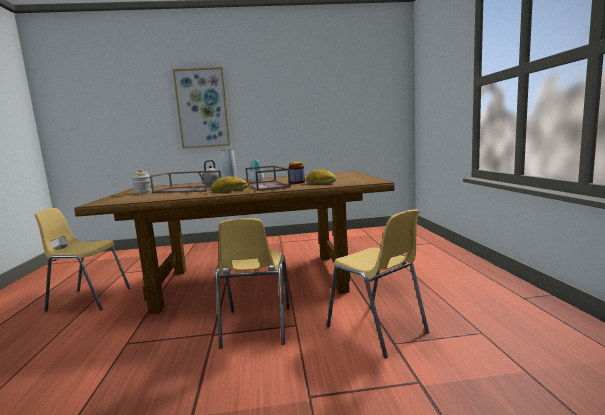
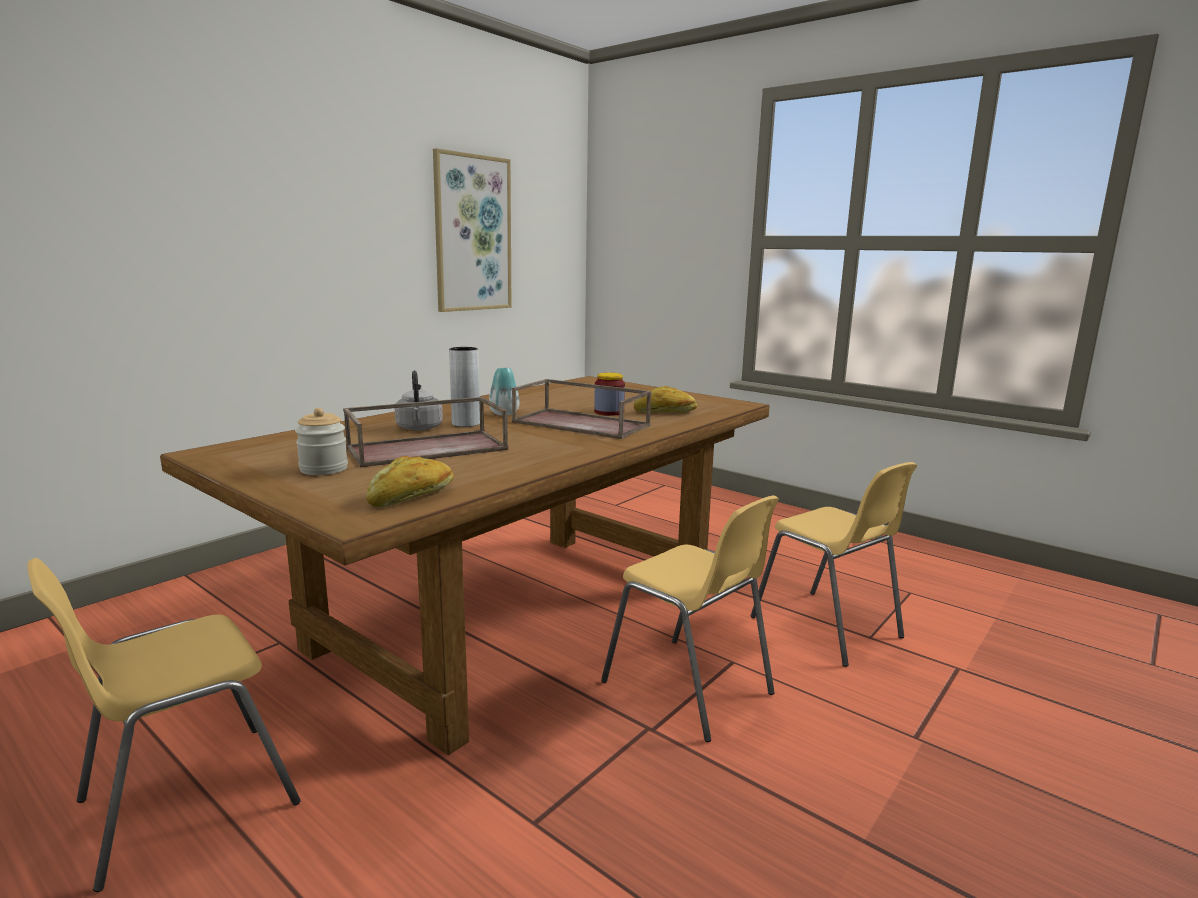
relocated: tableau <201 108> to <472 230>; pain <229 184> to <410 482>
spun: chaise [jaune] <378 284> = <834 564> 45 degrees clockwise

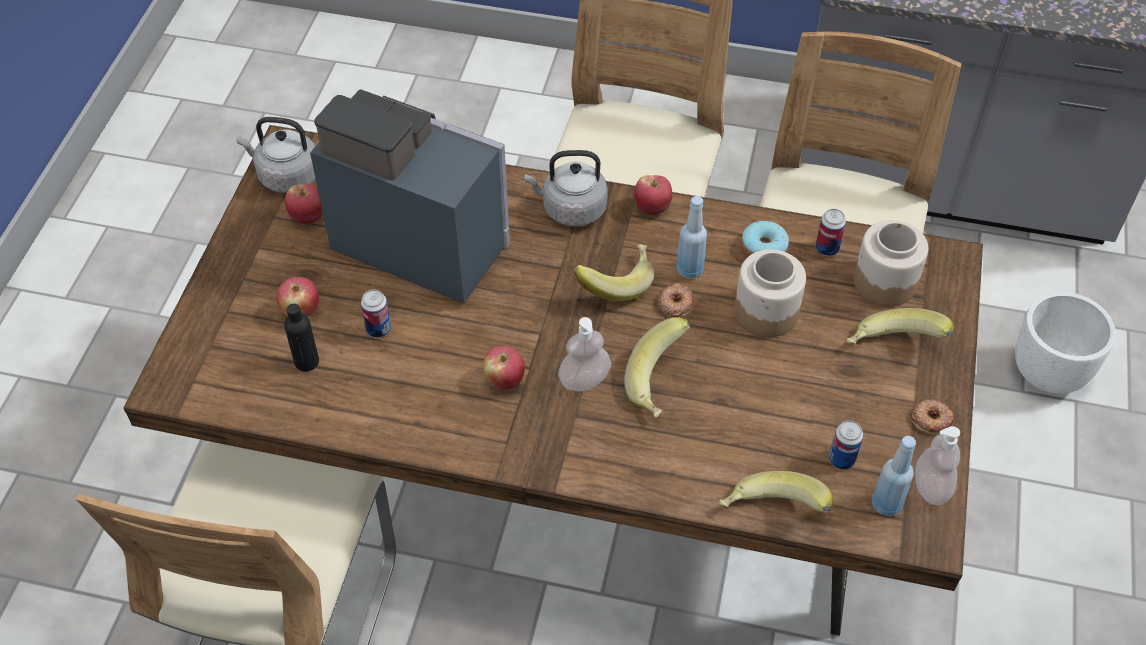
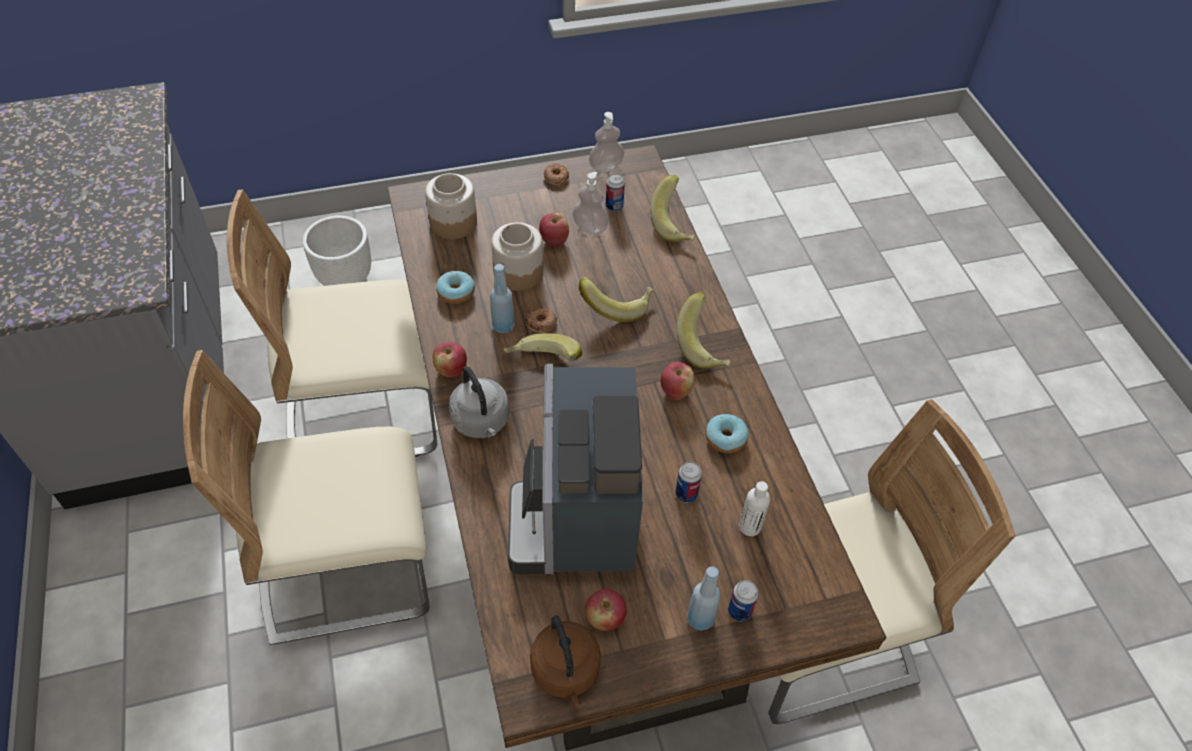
appeared: beignet <727 433>
relocated: boîte métallique <831 232> to <743 601>; pomme <297 297> to <554 229>; banane <901 326> to <703 331>; distributeur de savon <584 354> to <590 203>; bouteille [bleu] <894 476> to <704 598>
colour: bouilloire [gris] <275 155> to bouilloire [marron] <565 661>; bouteille [noir] <301 337> to bouteille [blanc] <754 508>

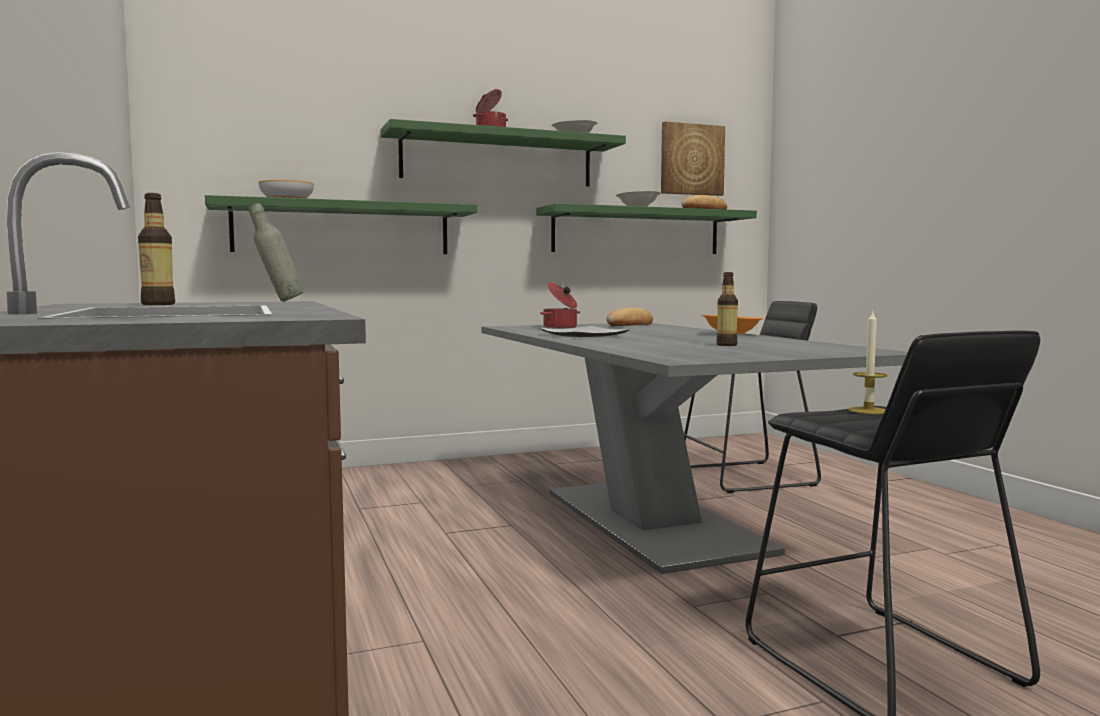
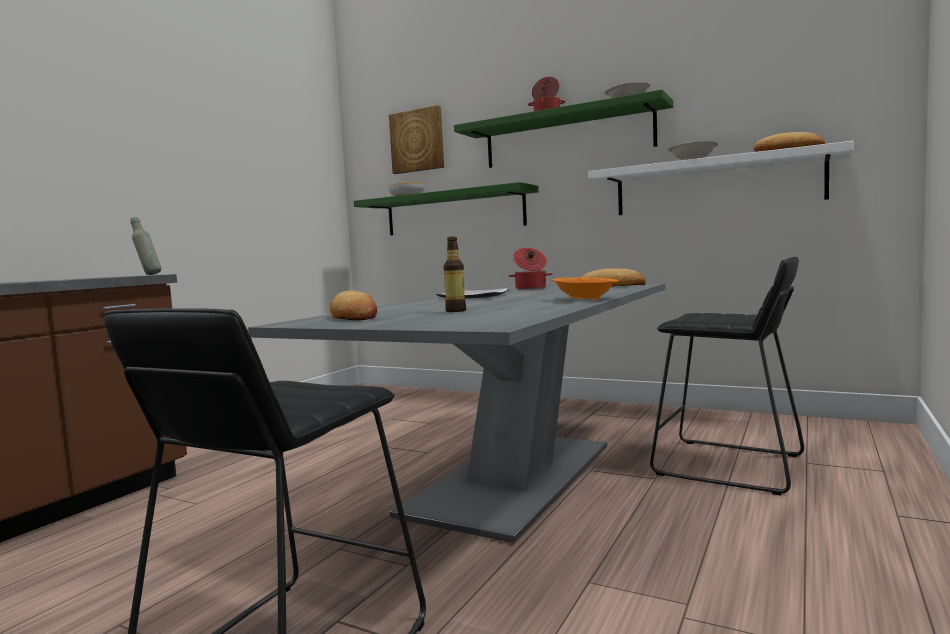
missing: bouteille <156 249>; bougie <868 361>
appeared: pain <353 305>
relocated: tableau <693 158> to <416 139>
colour: étagère [vert] <646 228> to étagère [blanc] <721 178>

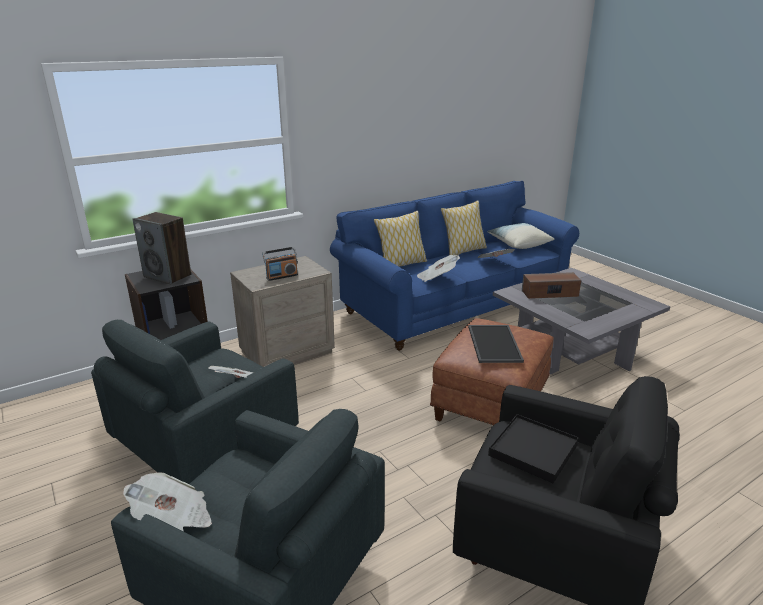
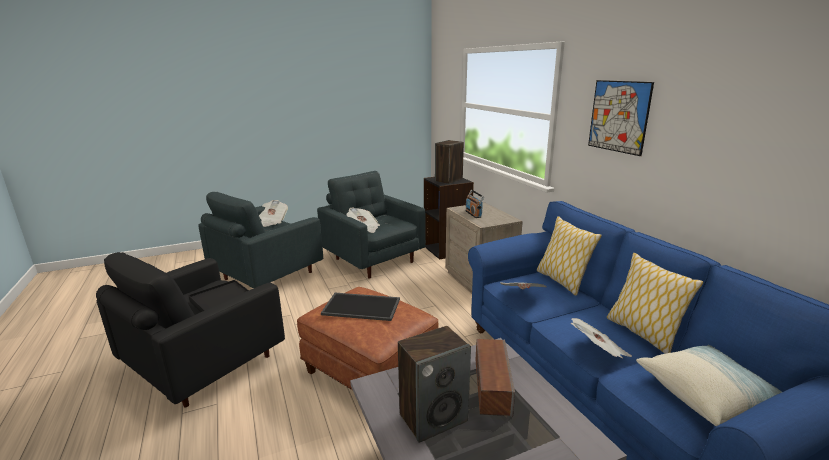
appeared: tableau <621 118>; enceinte <434 384>

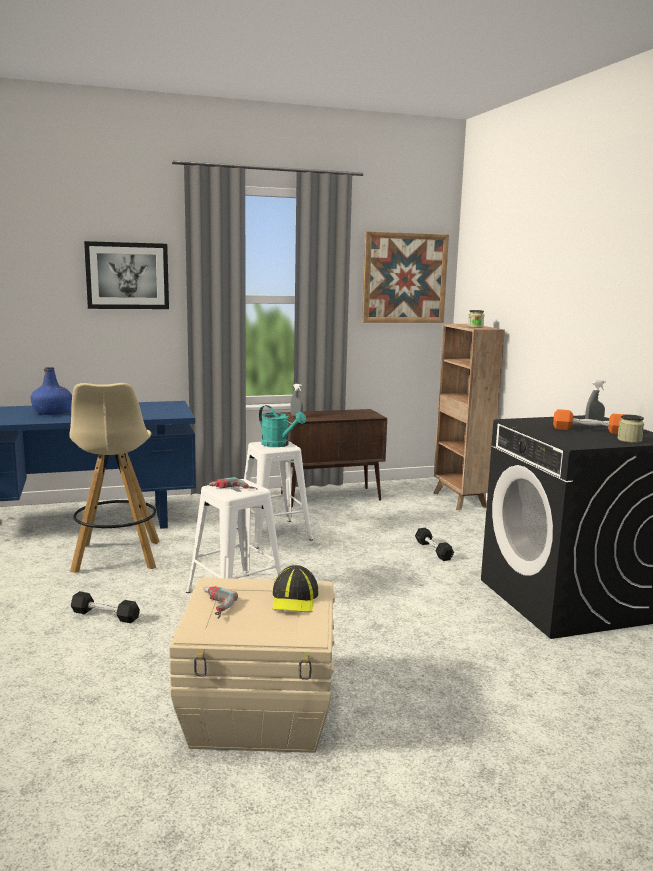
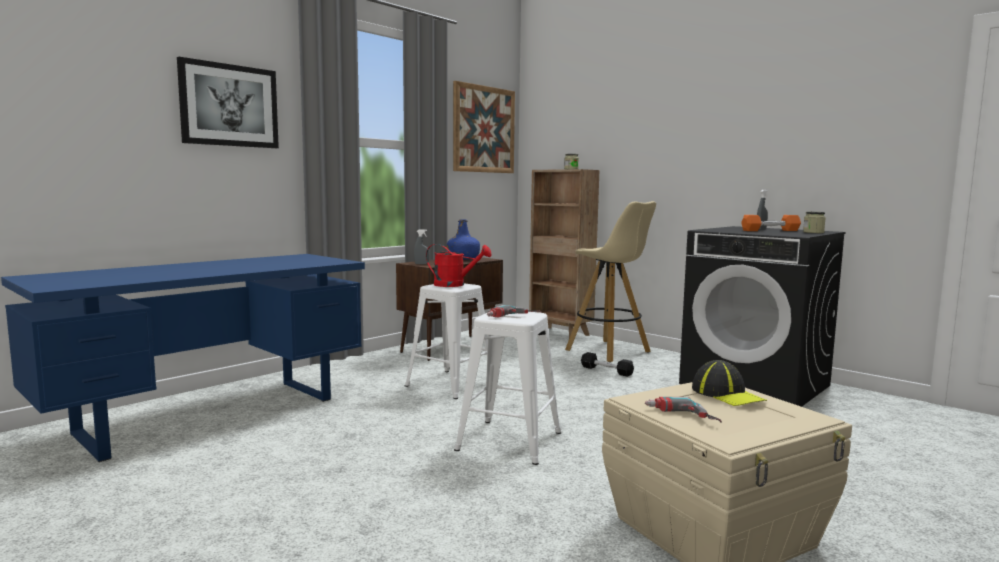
missing: haltère [noir] <105 607>
relocated: bouteille [bleu] <51 391> to <463 239>; tabouret [beige] <114 478> to <610 281>
colour: arrosoir [turquoise] <282 426> to arrosoir [rouge] <458 265>

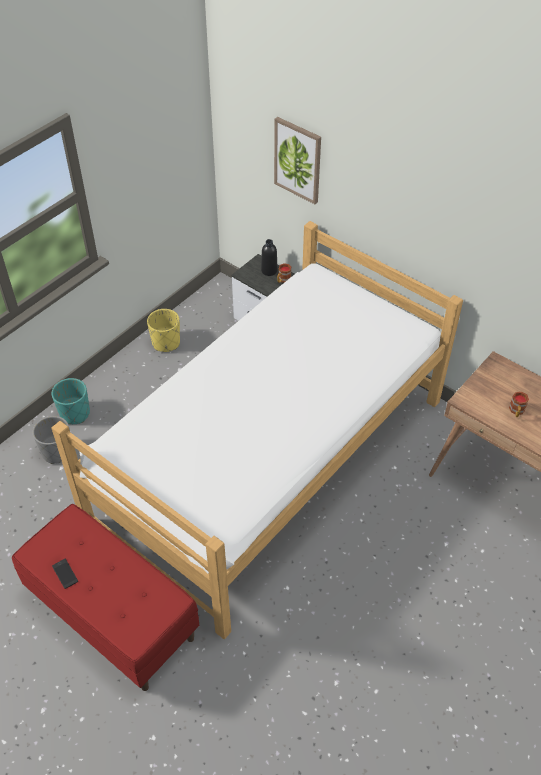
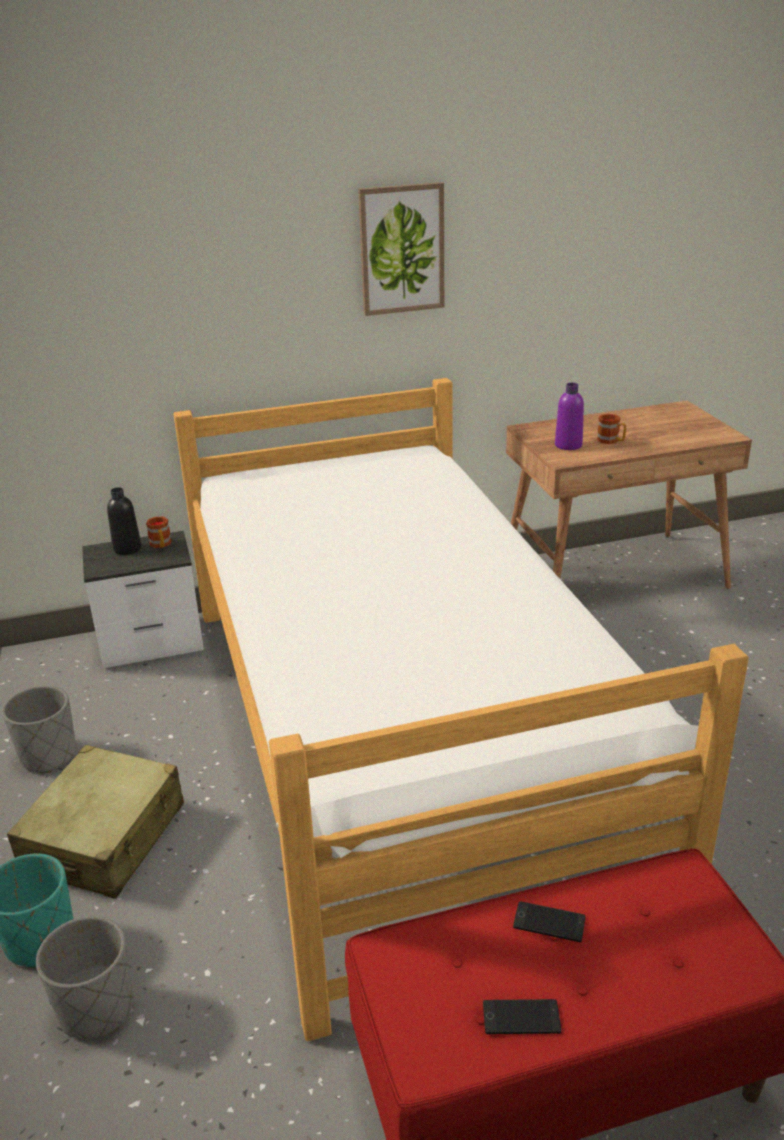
appeared: bouteille [violet] <569 416>; valise [beige] <95 821>; téléphone <549 921>
relocated: tableau <297 160> to <401 249>
colour: cache-pot [jaune] <163 330> to cache-pot [gris] <39 729>

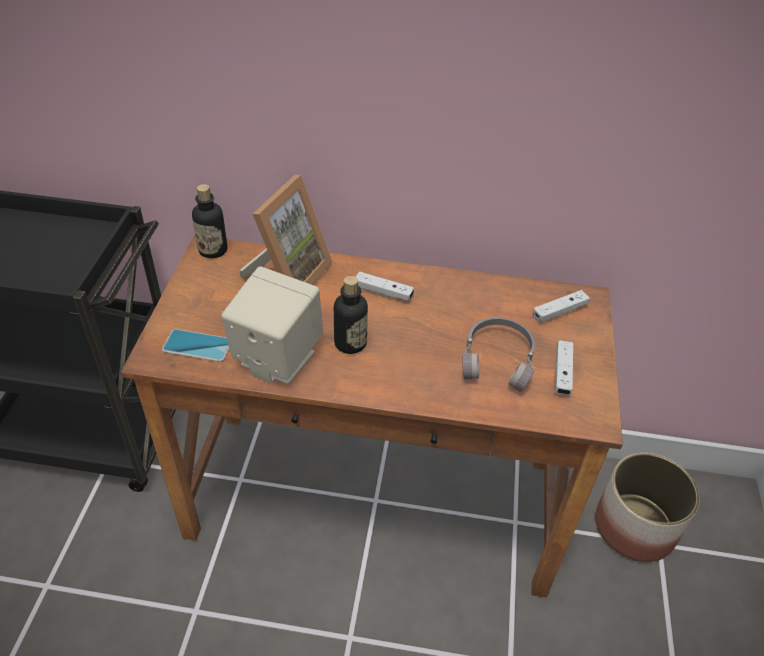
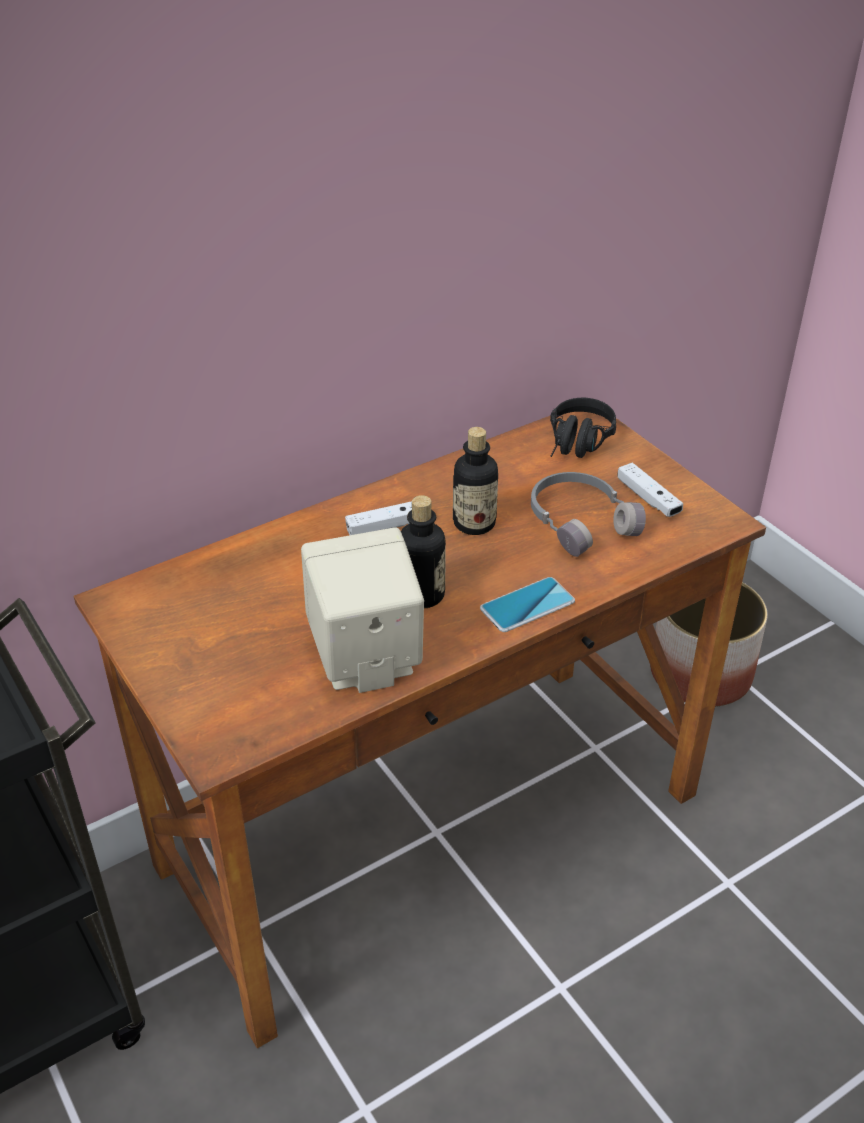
missing: cadre photo <286 230>
relocated: bouteille <209 221> to <475 481>; téléphone <195 345> to <527 604>
exchanged: manette [blanc] <561 306> to casque audio [noir] <583 428>

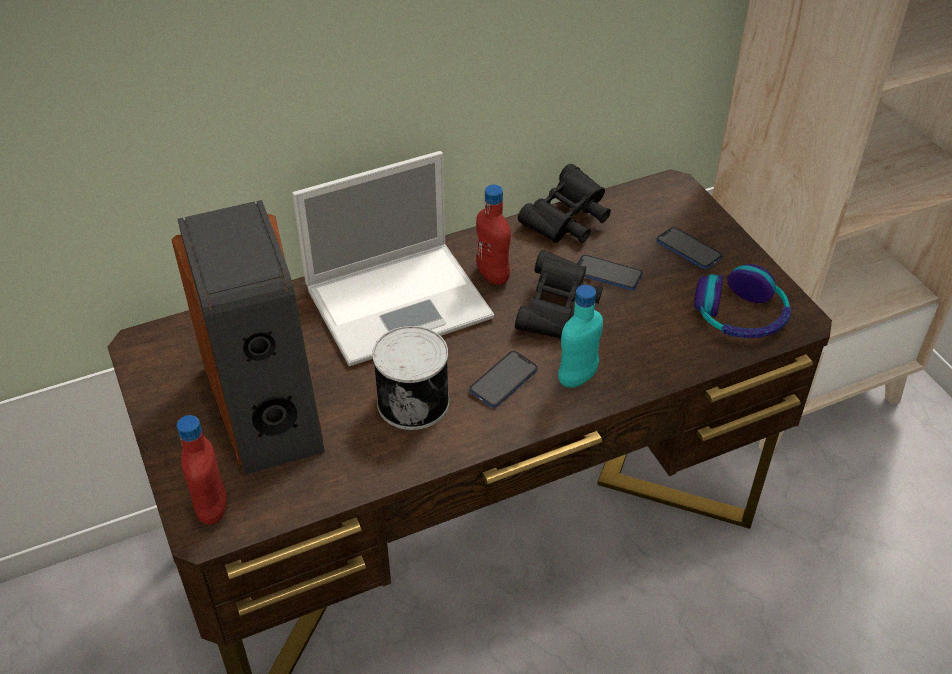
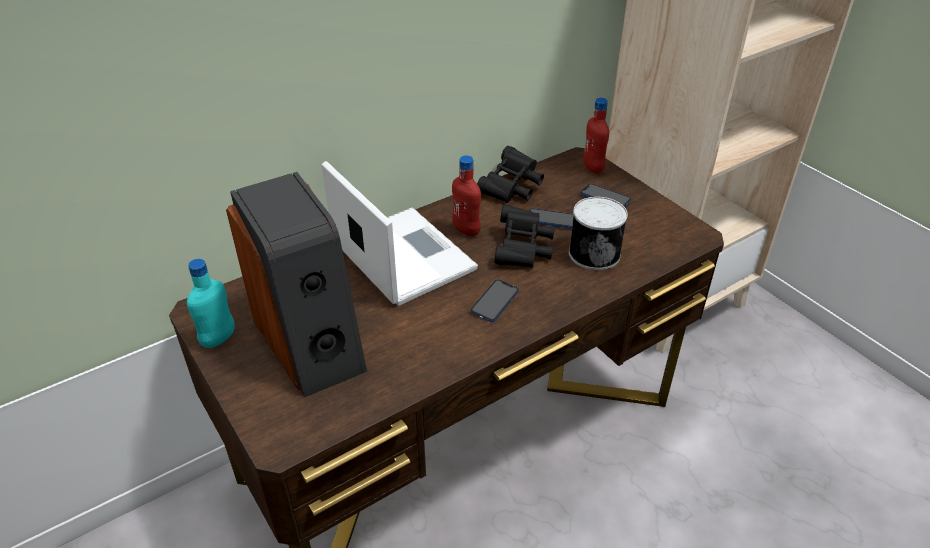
missing: casque audio <742 301>
relocated: bouteille [turquoise] <580 336> to <211 303>; boîte métallique <410 378> to <598 233>; bouteille [rouge] <202 470> to <596 136>
spun: ordinateur portable <393 258> = <400 233> 90 degrees counterclockwise

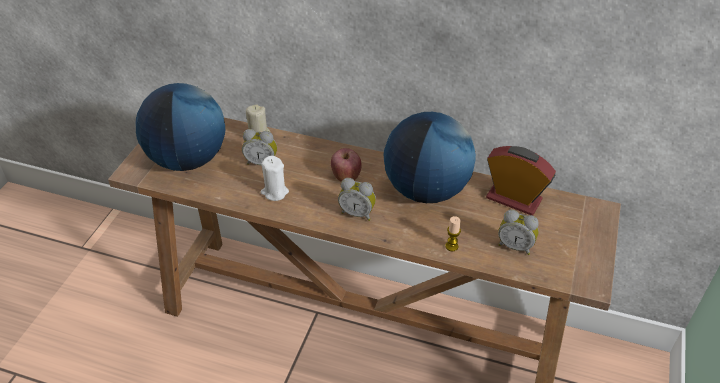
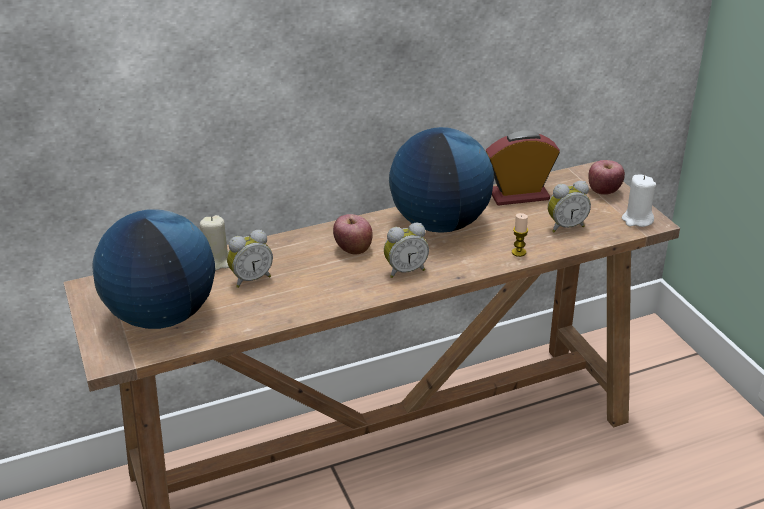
appeared: pomme <606 177>
relocated: bougie [blanc] <275 178> to <639 201>

